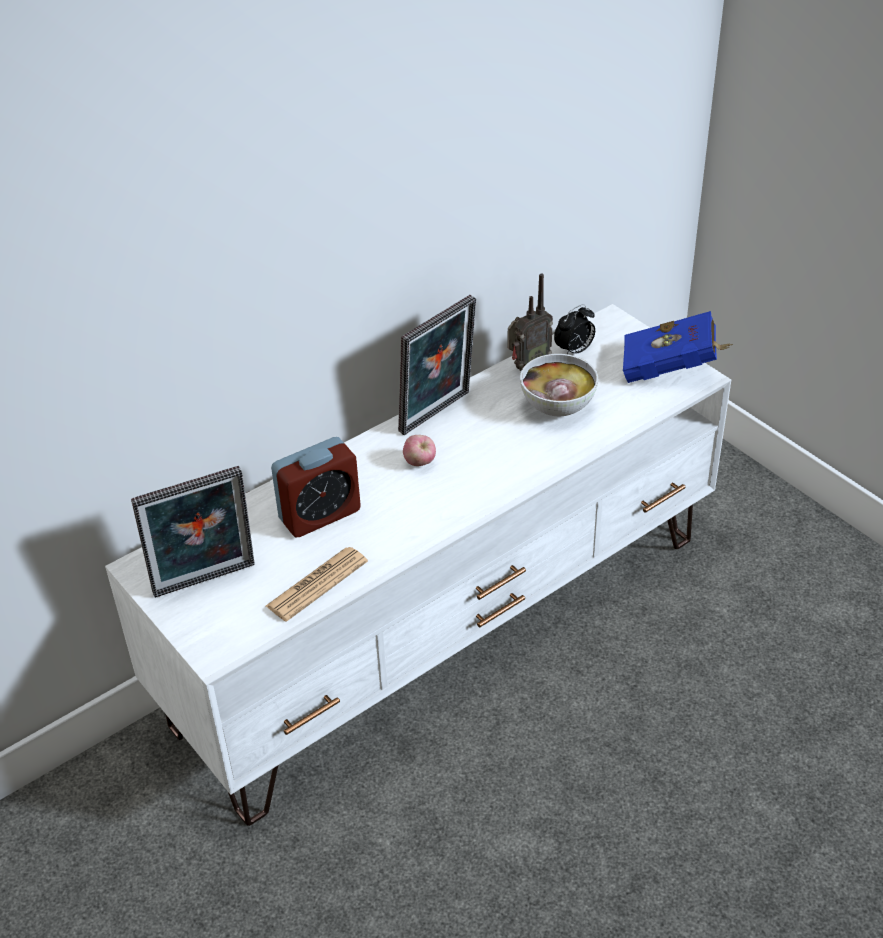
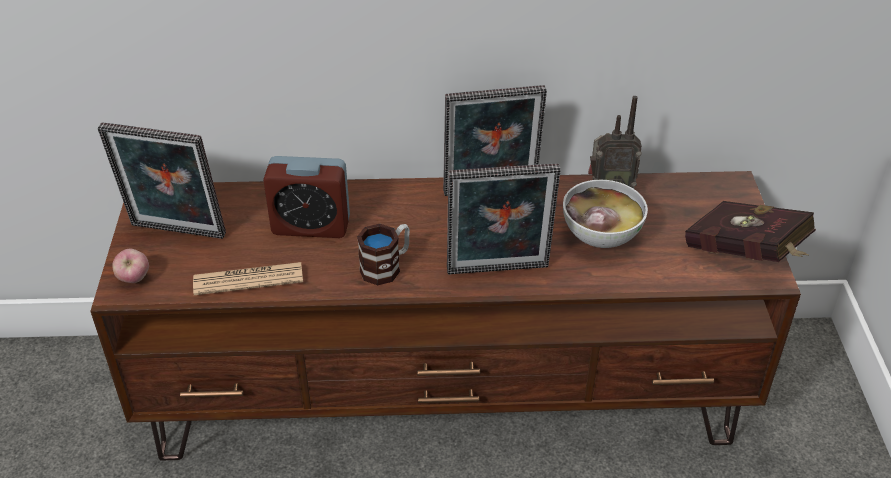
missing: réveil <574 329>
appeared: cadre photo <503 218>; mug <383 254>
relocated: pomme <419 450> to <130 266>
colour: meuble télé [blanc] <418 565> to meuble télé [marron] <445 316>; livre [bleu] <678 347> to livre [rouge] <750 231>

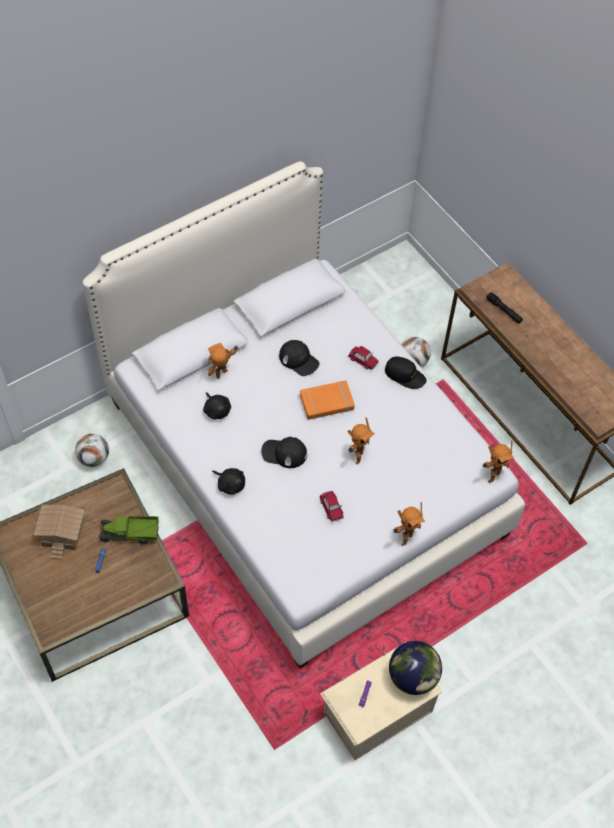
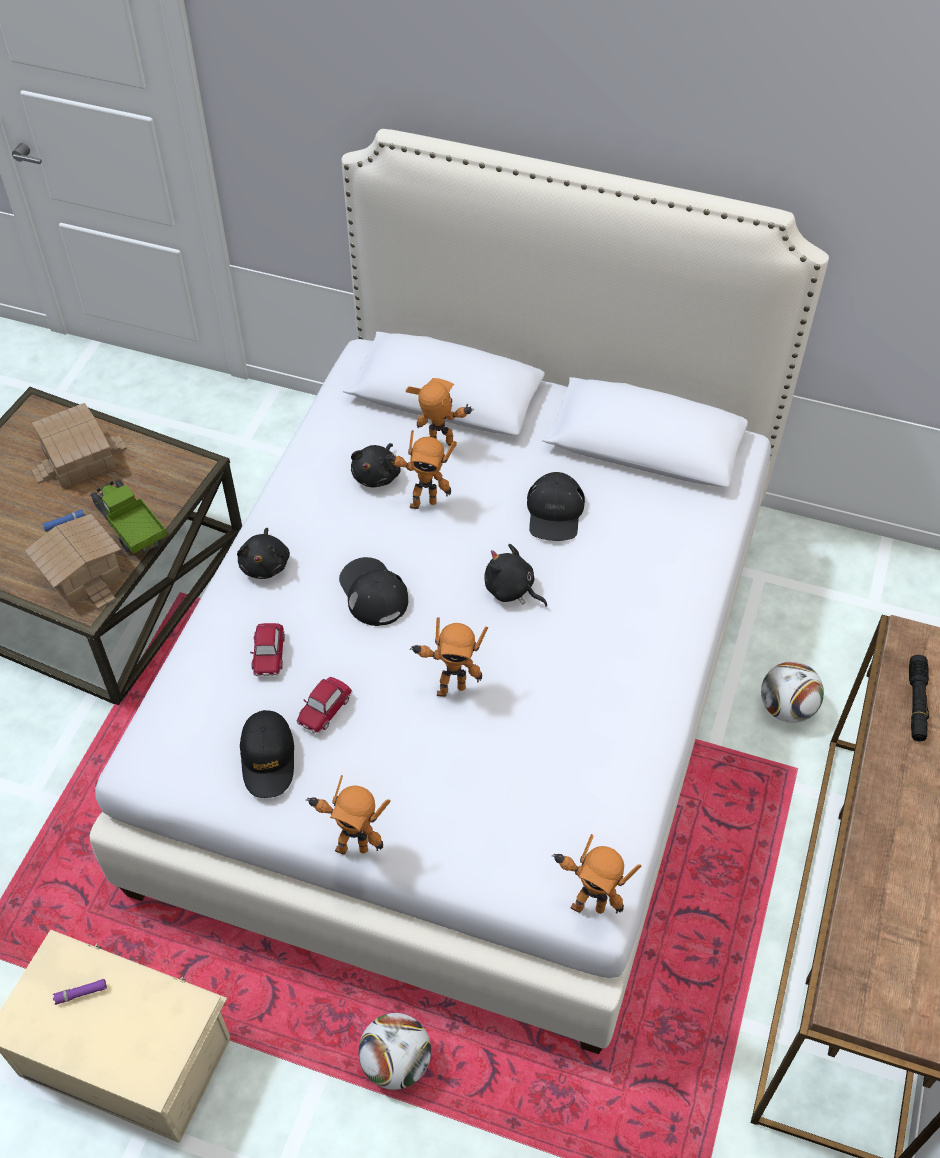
missing: globe <415 668>
appeared: robot jouet <421 469>; maison miniature <73 562>
relocated: petite voiture <363 358> to <267 649>; casquette [noir] <405 372> to <267 754>; ballon de foot <92 450> to <394 1051>
exchanged: livre [orange] <327 400> to peluche [noir] <515 575>

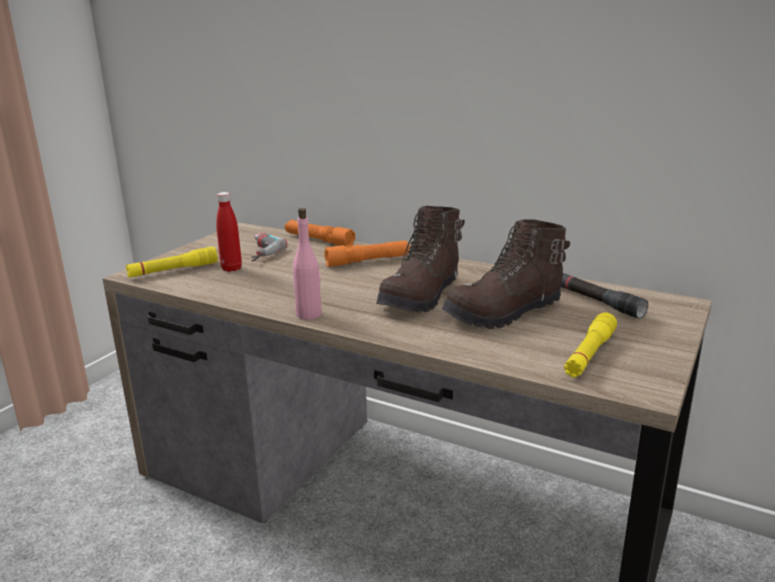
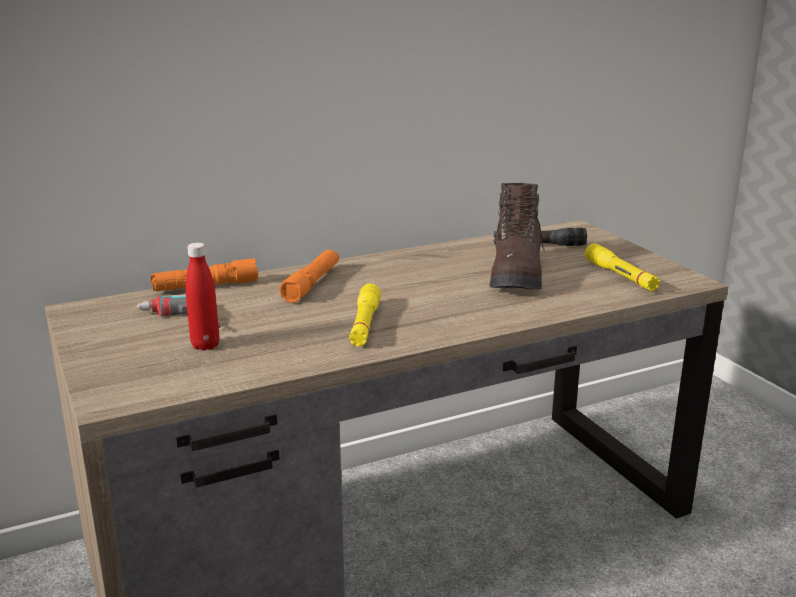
missing: botte [marron] <420 259>; bouteille [rose] <307 264>
relocated: lampe de poche [jaune] <172 262> to <365 315>

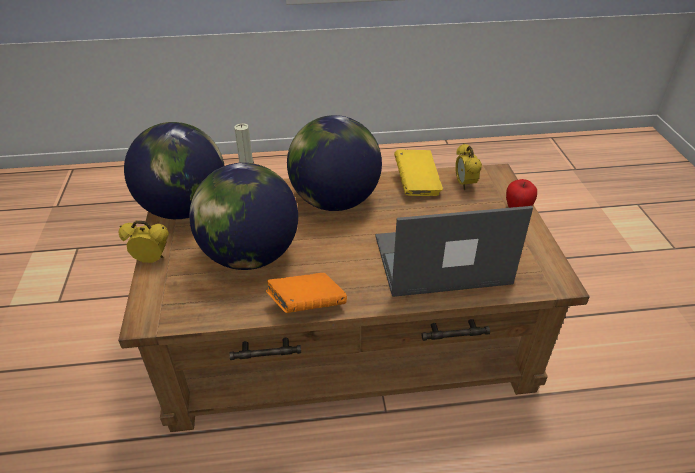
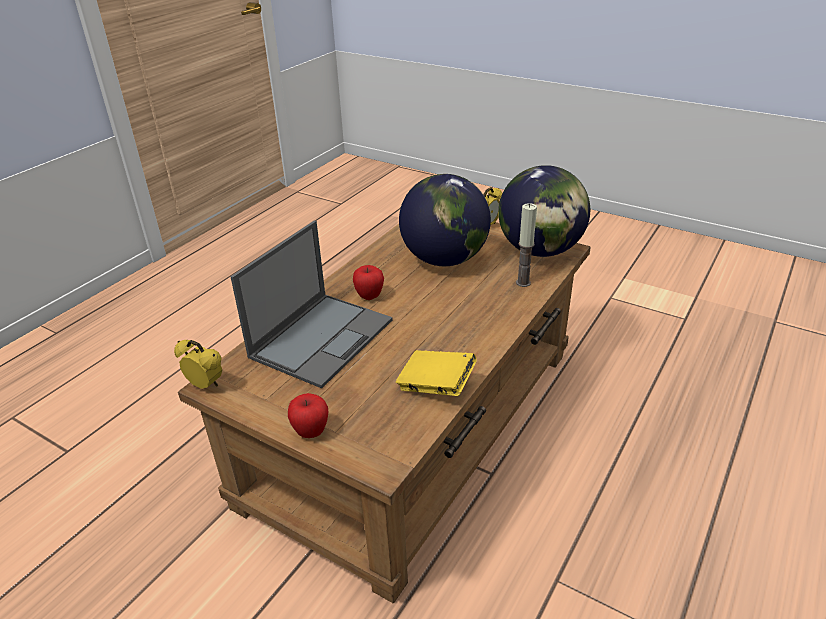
missing: globe <334 163>; livre [orange] <306 293>
appeared: pomme <368 282>
relocated: réveil <468 166> to <198 364>

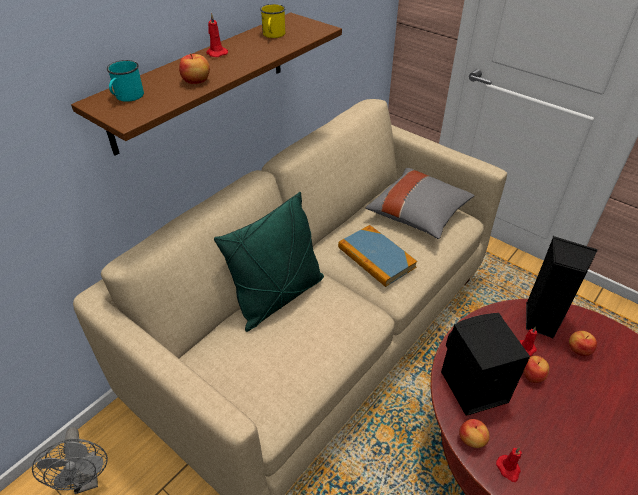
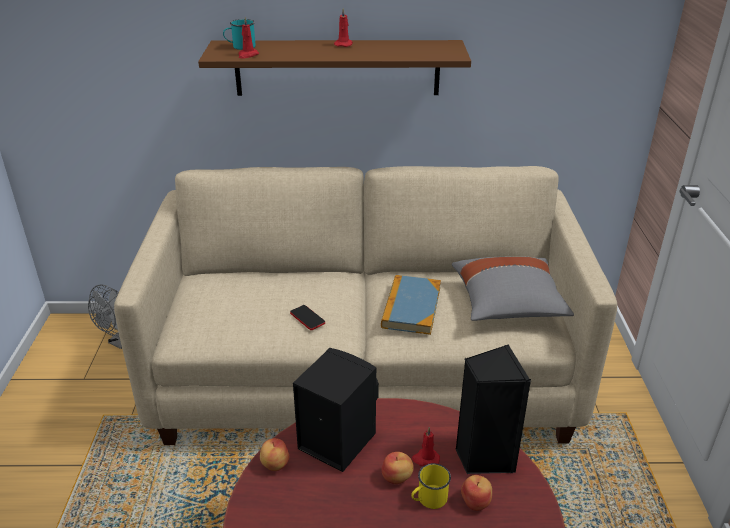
missing: pomme <194 68>; coussin [vert] <269 262>
appeared: téléphone <307 317>
relocated: mug [jaune] <272 21> to <431 486>; bougie [rouge] <509 465> to <248 37>

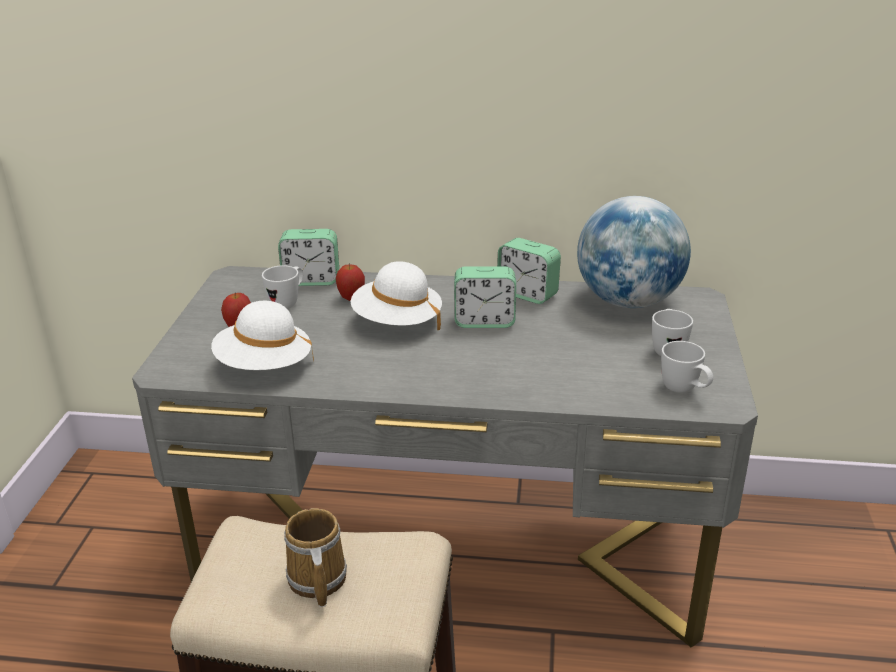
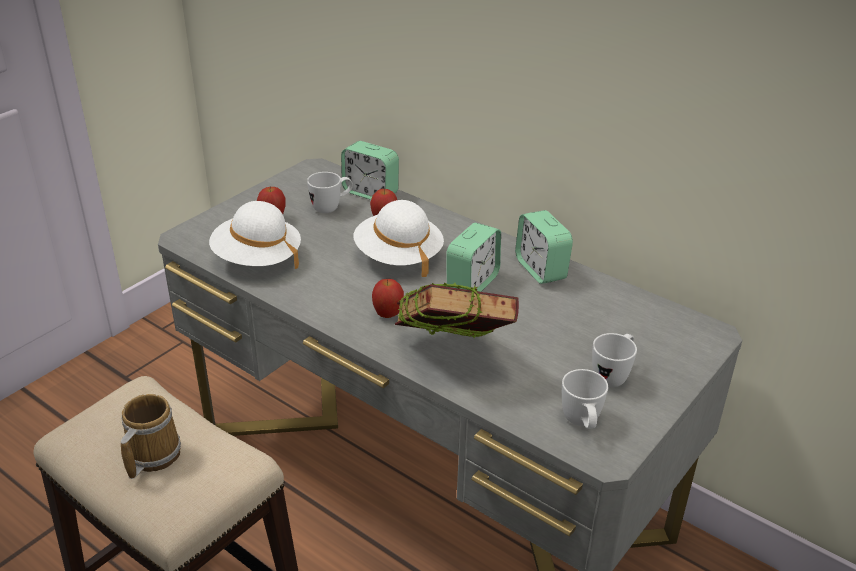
missing: globe <634 252>
appeared: pomme <388 298>; livre <457 311>
spun: réveil <485 297> = <473 257> 90 degrees counterclockwise

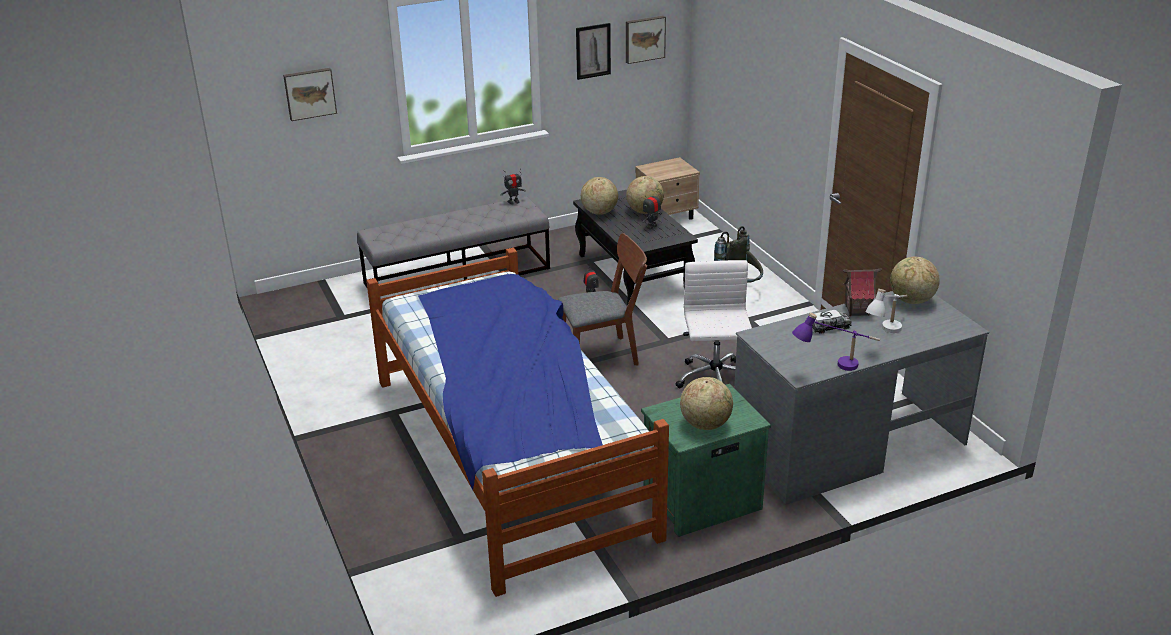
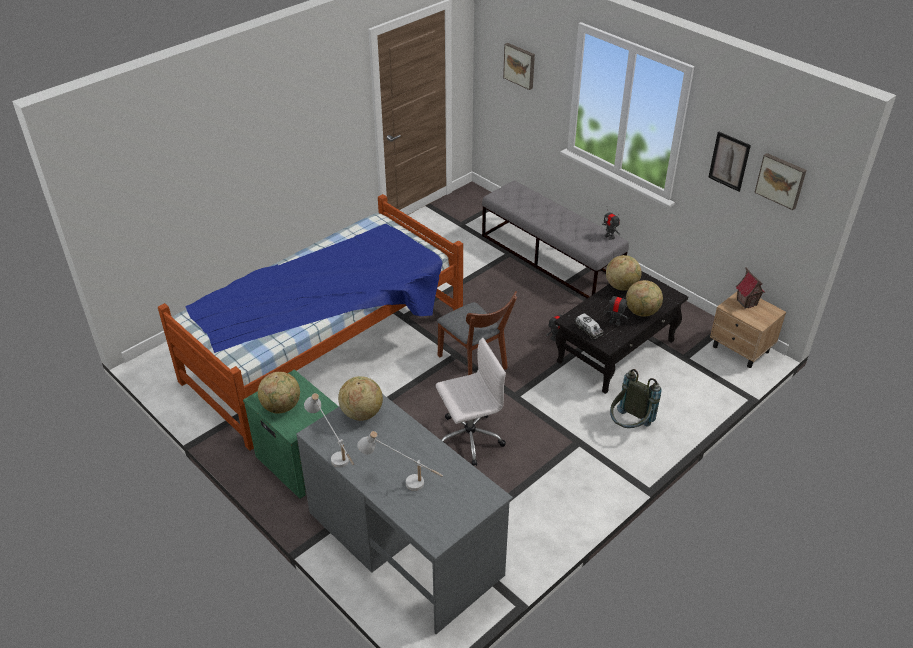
relocated: globe <915 280> to <360 398>; maison miniature <862 292> to <751 288>; camion jouet <832 322> to <589 326>
colour: lampe de table [violet] <836 342> to lampe de table [blanc] <329 430>

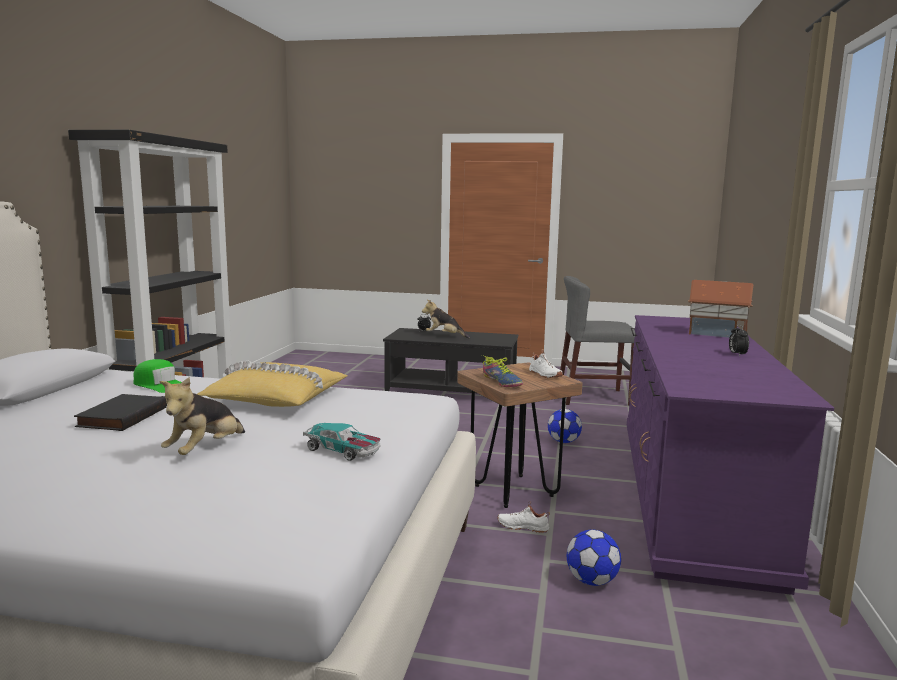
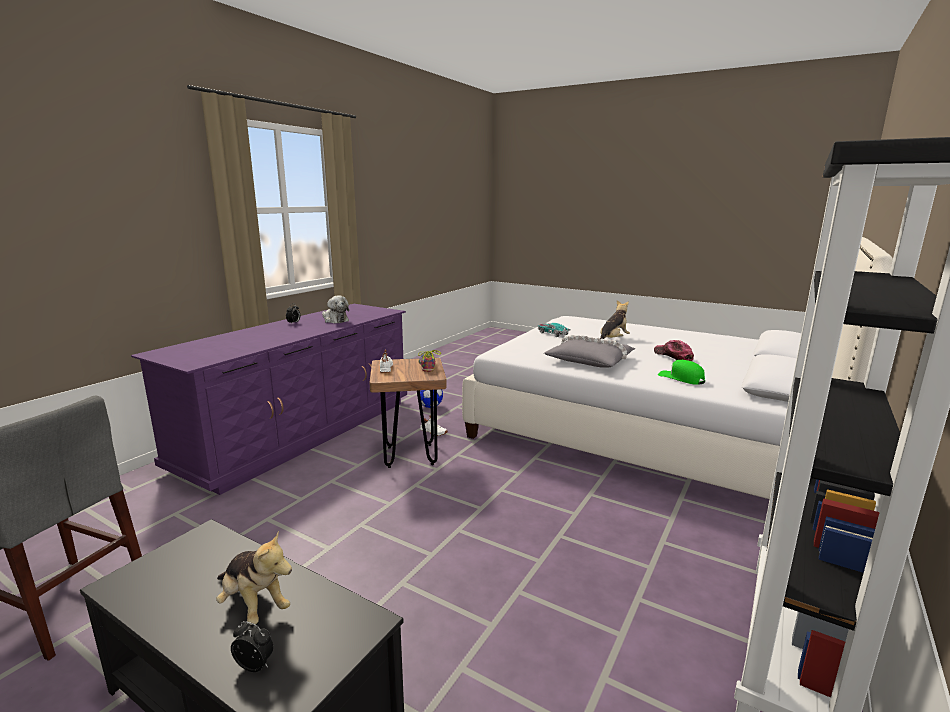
missing: maison miniature <721 309>; ballon de foot <565 426>
appeared: peluche <335 309>
exchanged: livre [noir] <120 412> to casquette <674 350>
colour: coussin [jaune] <272 384> to coussin [gris] <589 351>

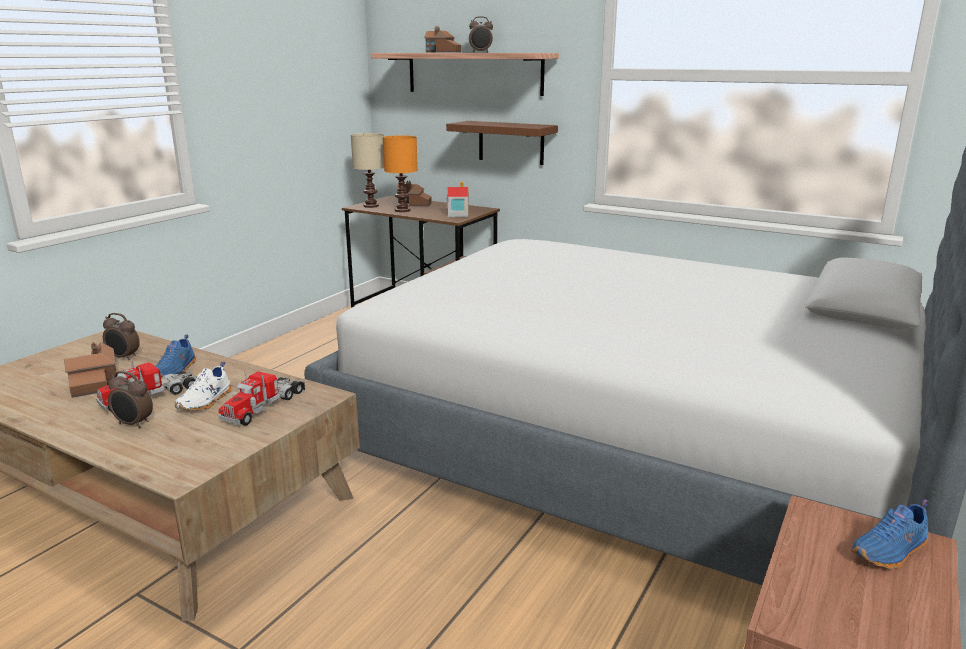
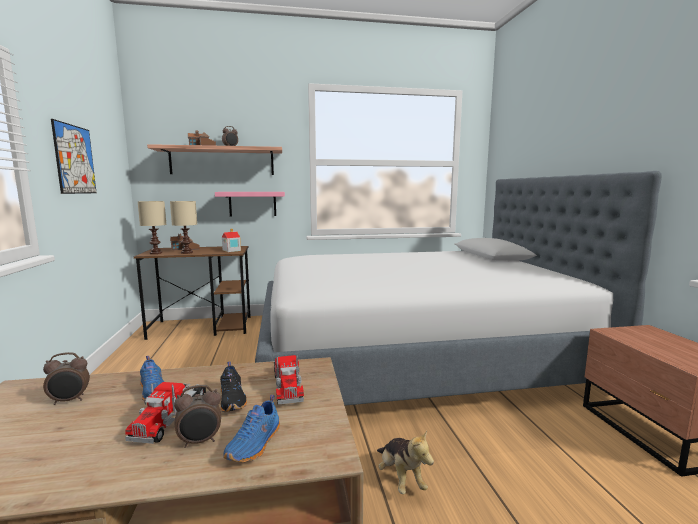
missing: maison miniature <90 370>
appeared: tableau <74 156>; peluche <405 462>
relocated: chaussure [bleu] <889 534> to <251 428>
colour: étagère [marron] <502 143> to étagère [rose] <250 204>; lampe de table [orange] <400 173> to lampe de table [beige] <183 227>; chaussure [blanc] <203 386> to chaussure [noir] <233 386>

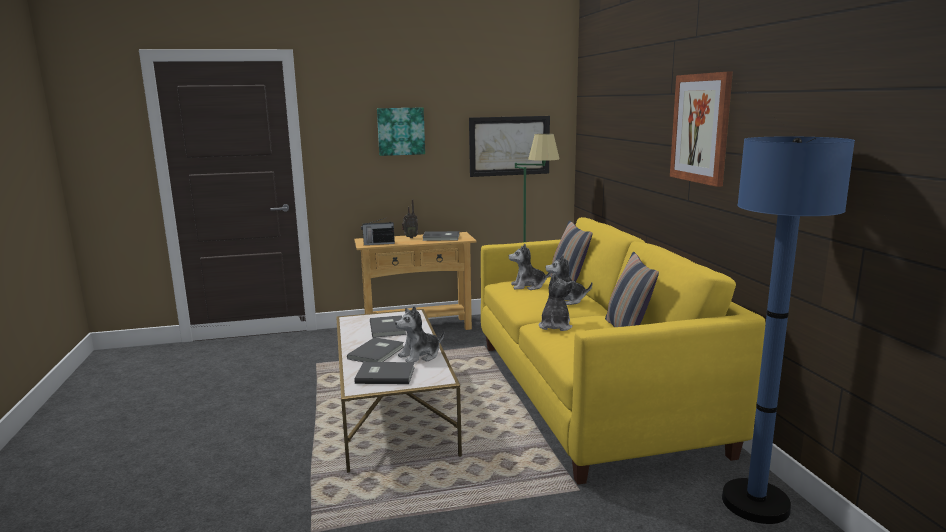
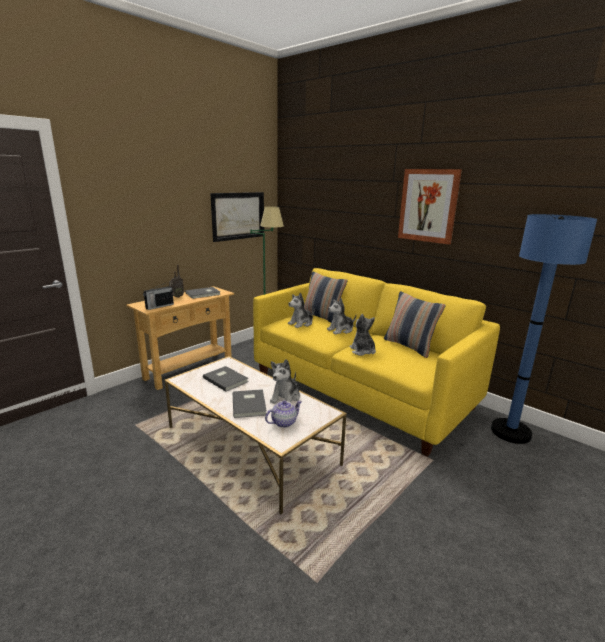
missing: tableau <401 131>
exchanged: livre [gris] <384 373> to théière <283 414>

